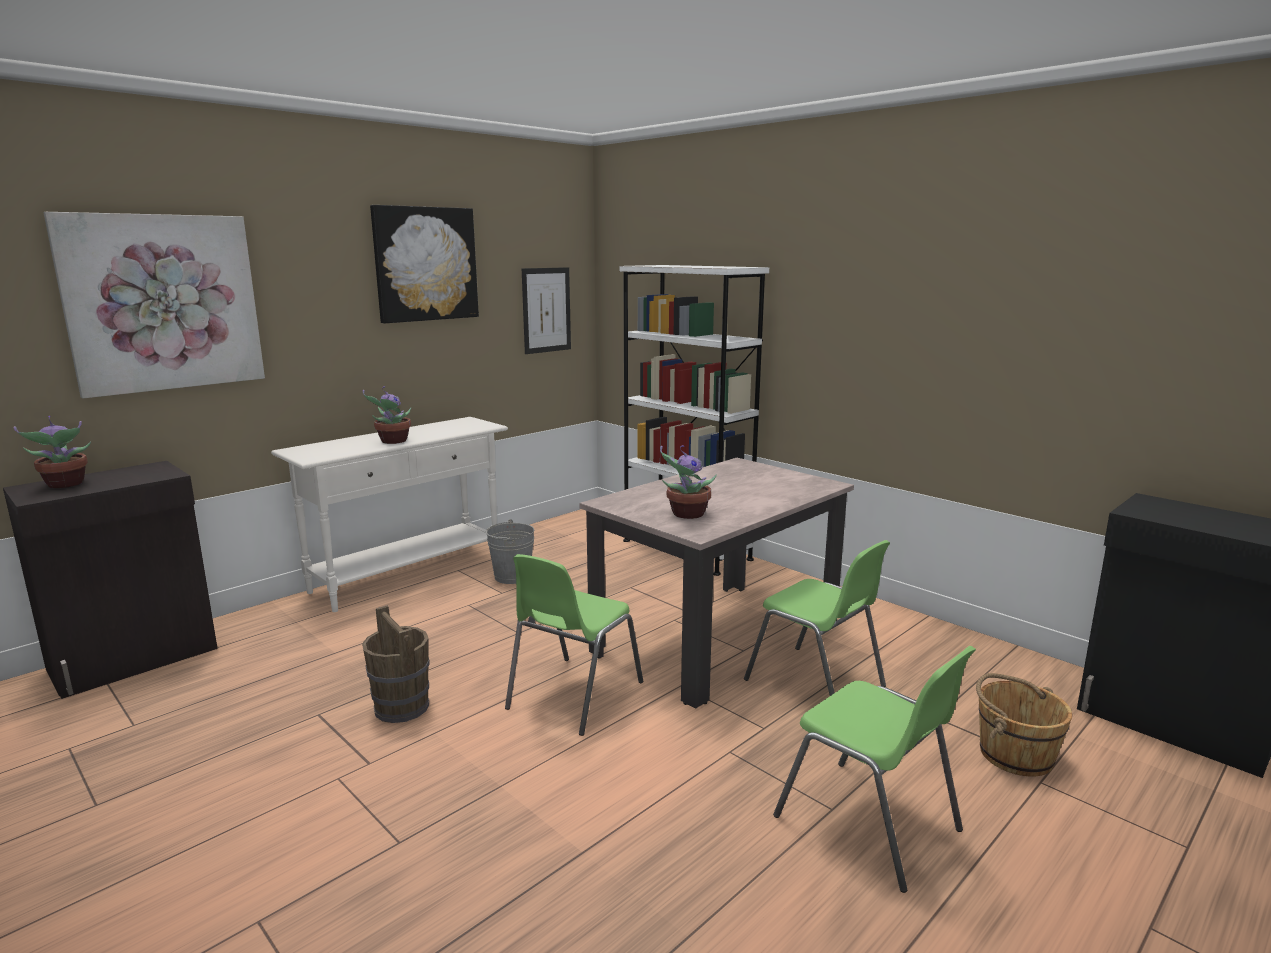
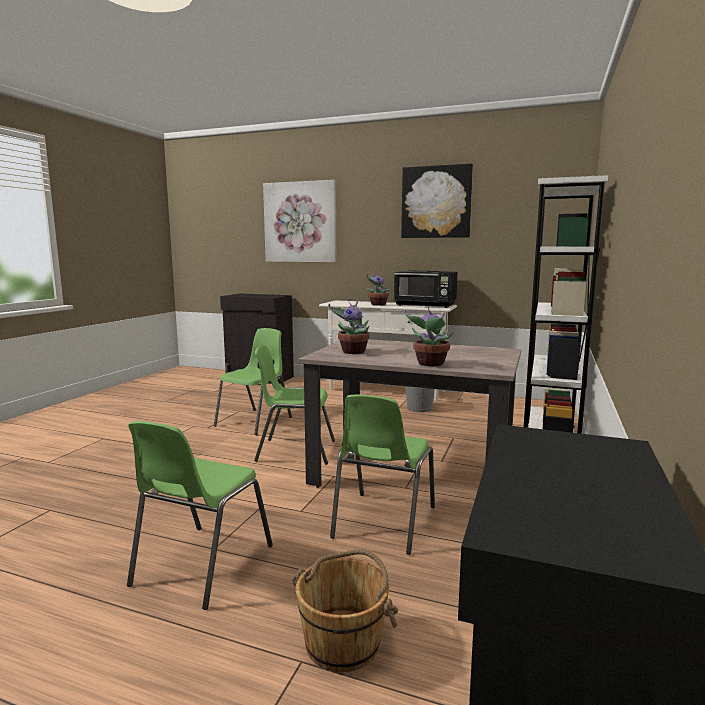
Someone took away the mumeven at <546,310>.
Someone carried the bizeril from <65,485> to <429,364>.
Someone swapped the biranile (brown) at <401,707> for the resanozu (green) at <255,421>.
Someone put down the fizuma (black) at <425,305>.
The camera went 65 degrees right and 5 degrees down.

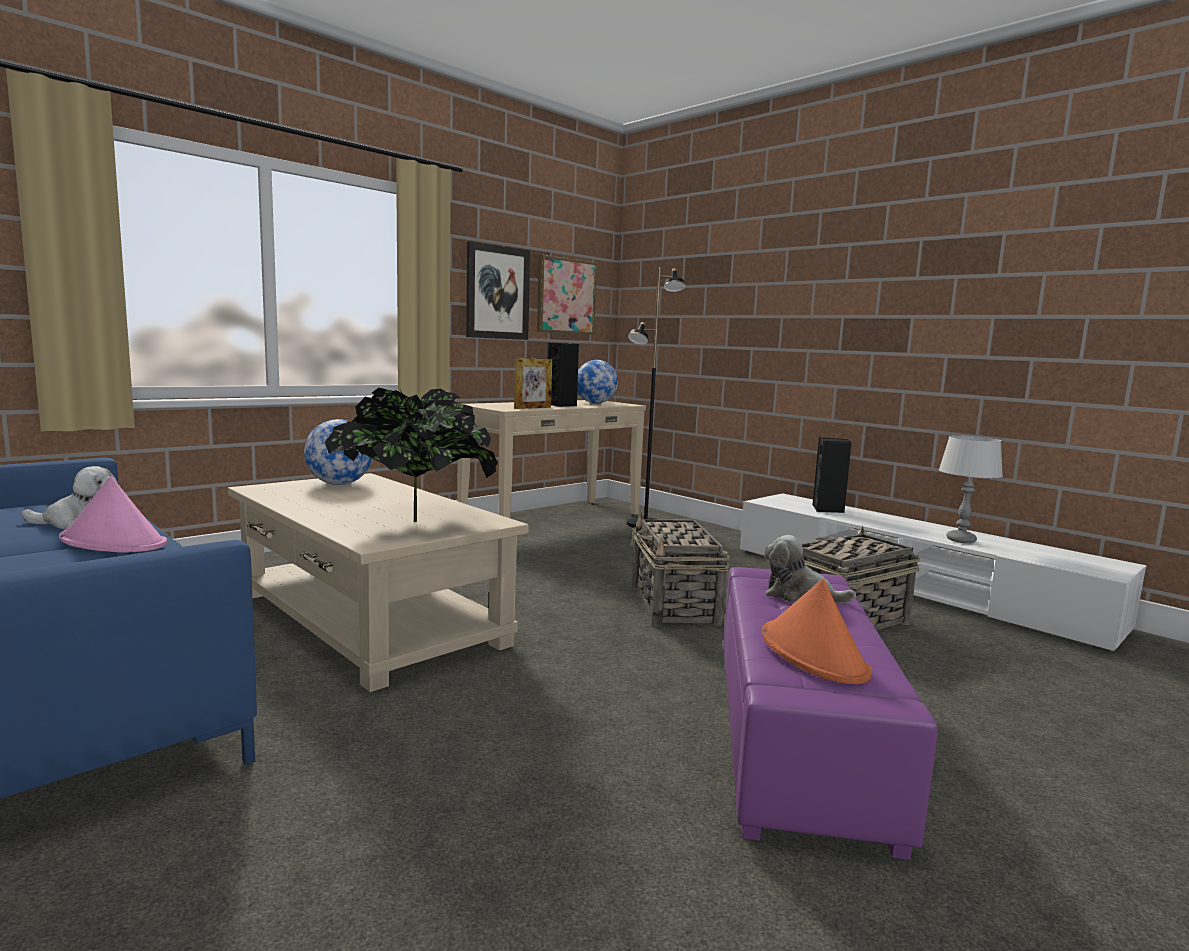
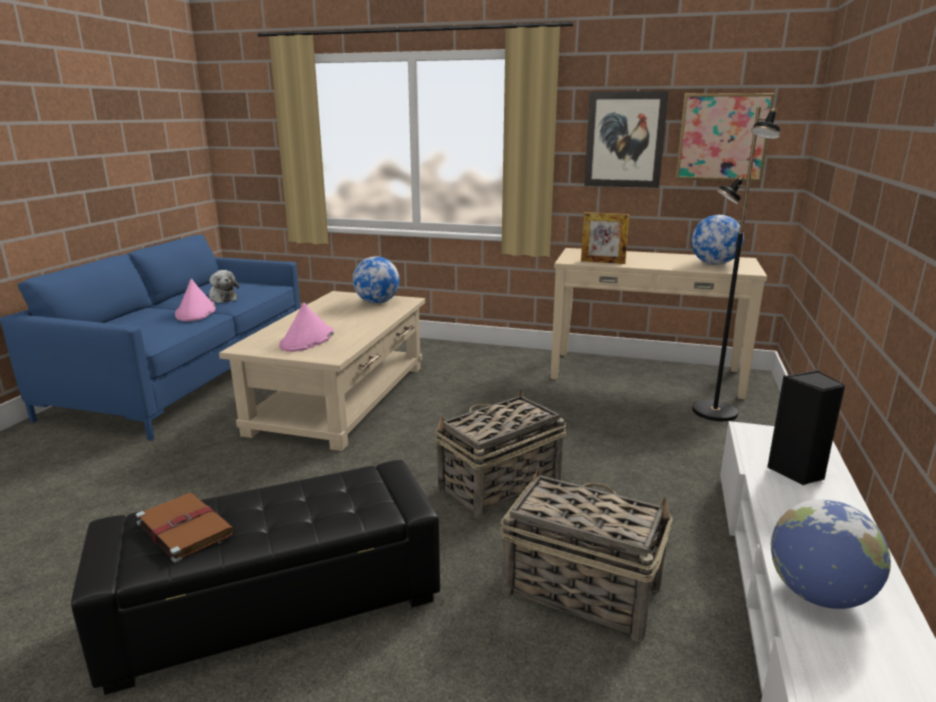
Someone took away the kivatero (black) at <562,405>.
Someone swapped the bizeril at <414,520> for the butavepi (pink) at <307,340>.
Someone swapped the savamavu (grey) at <960,540> for the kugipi at <818,595>.
Someone took away the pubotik at <800,595>.
Someone repainted the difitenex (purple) at <798,735>, which became the difitenex (black) at <276,605>.
Someone swapped the butavepi (orange) at <813,653> for the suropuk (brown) at <184,528>.
The camera went 60 degrees right and 10 degrees up.

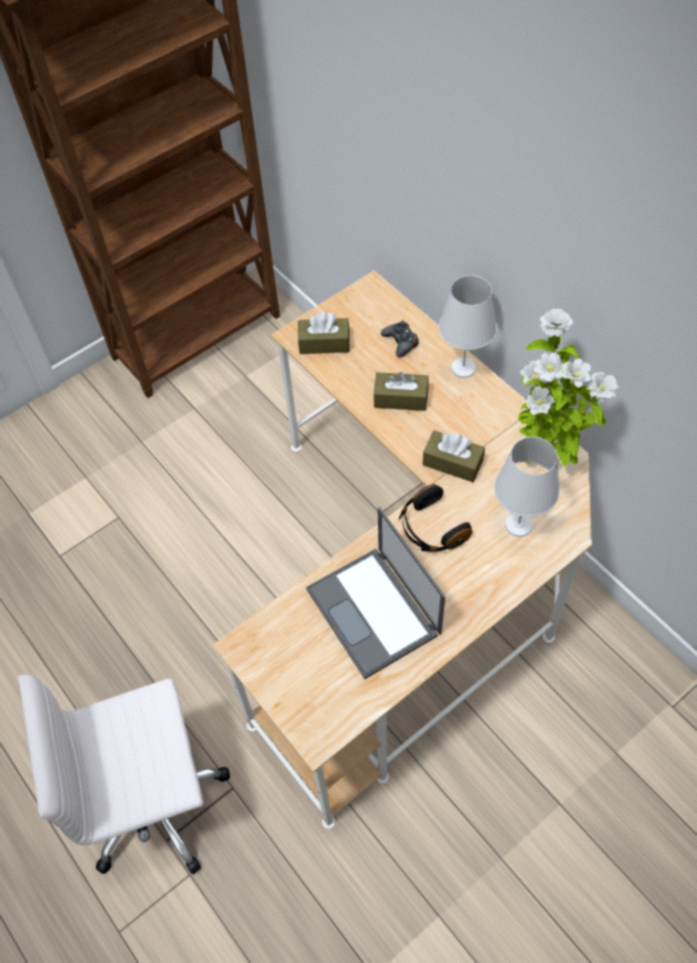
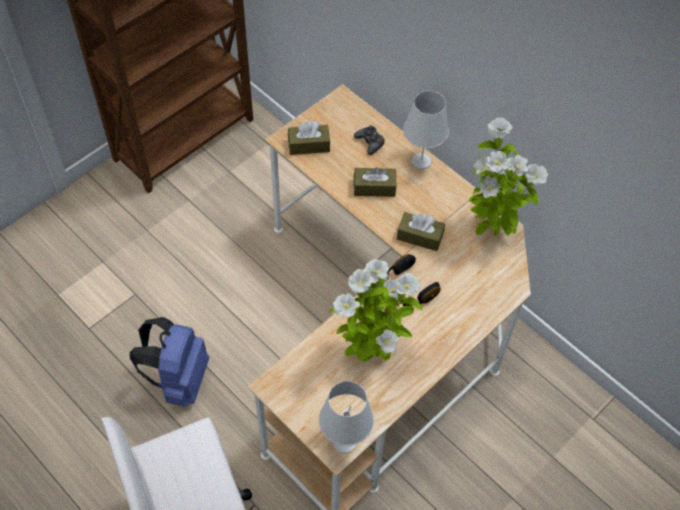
Someone carried the savamavu (white) from <519,524> to <345,442>.
Someone swapped the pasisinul at <374,612> for the bizeril at <371,354>.
Someone put down the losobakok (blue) at <178,379>.
The camera went 10 degrees left and 0 degrees up.

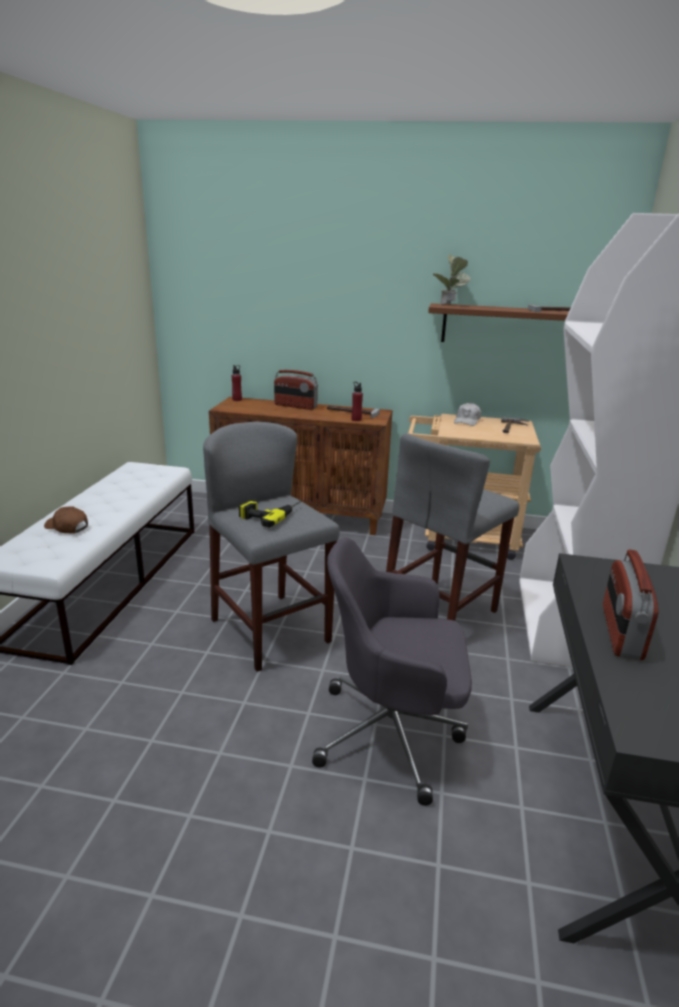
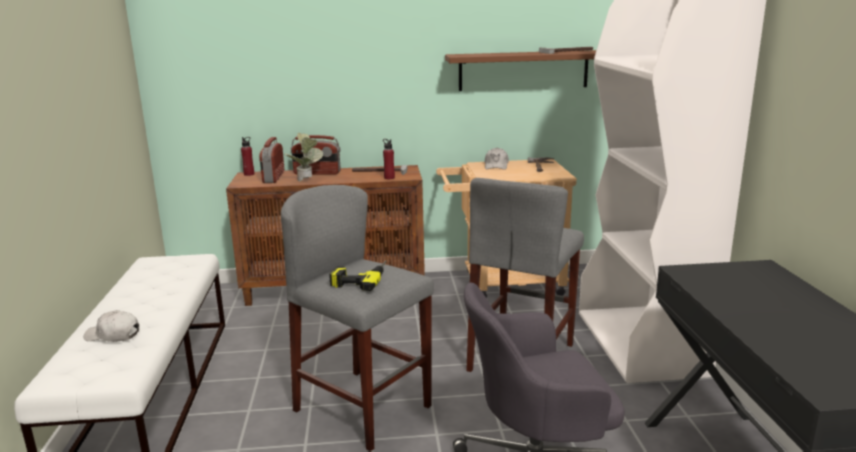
Someone carried the bizeril from <449,305> to <307,181>.
Someone repainted the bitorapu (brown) at <67,527>, which became the bitorapu (white) at <113,335>.
Someone carried the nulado from <620,632> to <273,177>.
The camera went 15 degrees left and 5 degrees down.

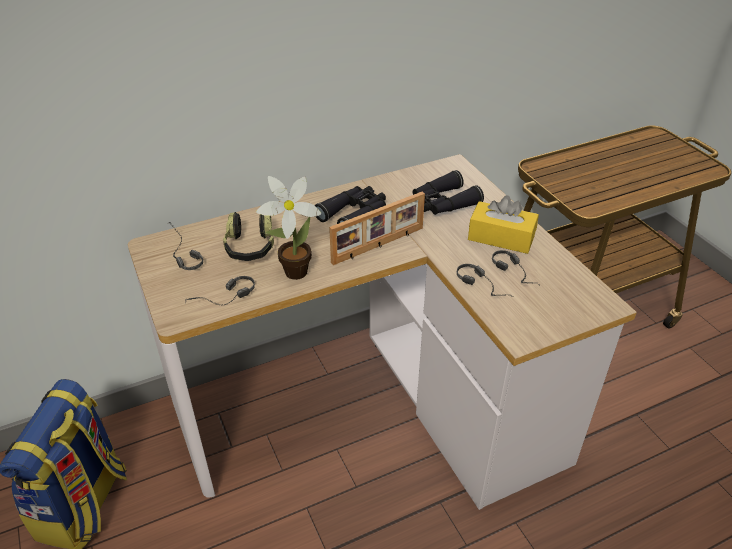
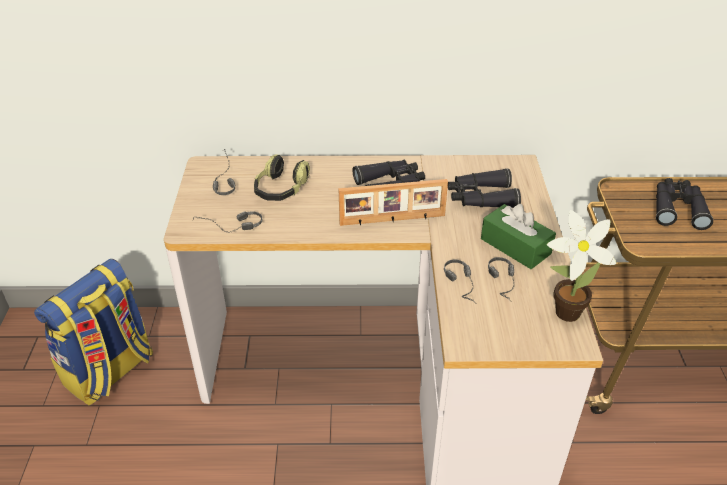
Someone carried the bizeril from <292,273> to <562,312>.
Someone repainted the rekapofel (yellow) at <501,237>, which became the rekapofel (green) at <515,246>.
Someone put down the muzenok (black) at <678,208>.
The camera went 25 degrees right and 0 degrees up.

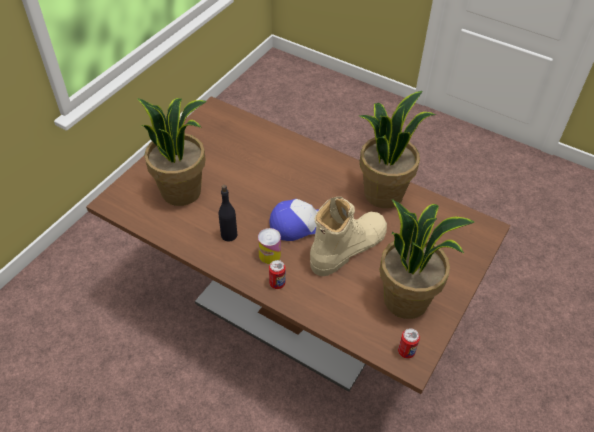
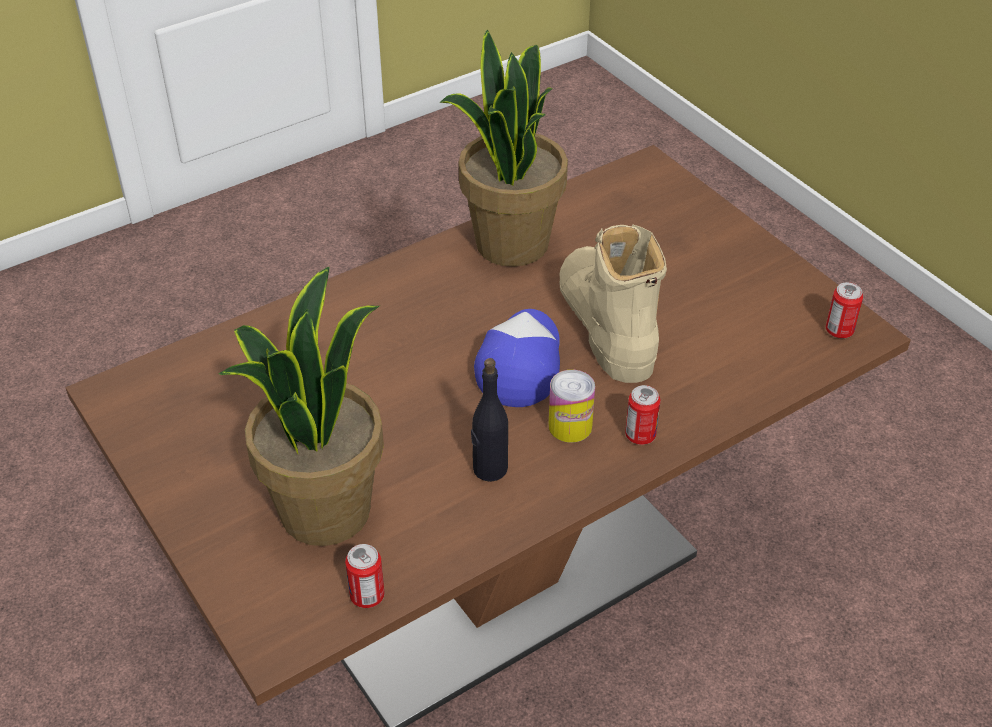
Someone took away the bizeril at <406,299>.
Someone put down the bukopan at <367,596>.
The camera went 65 degrees left and 5 degrees down.

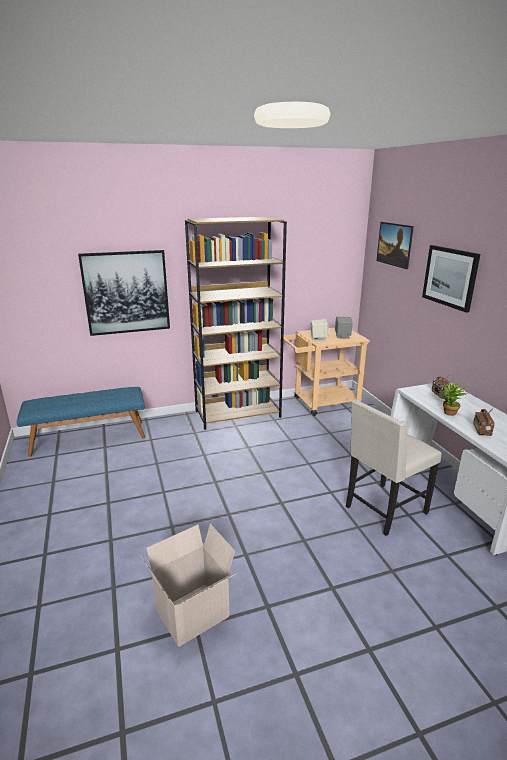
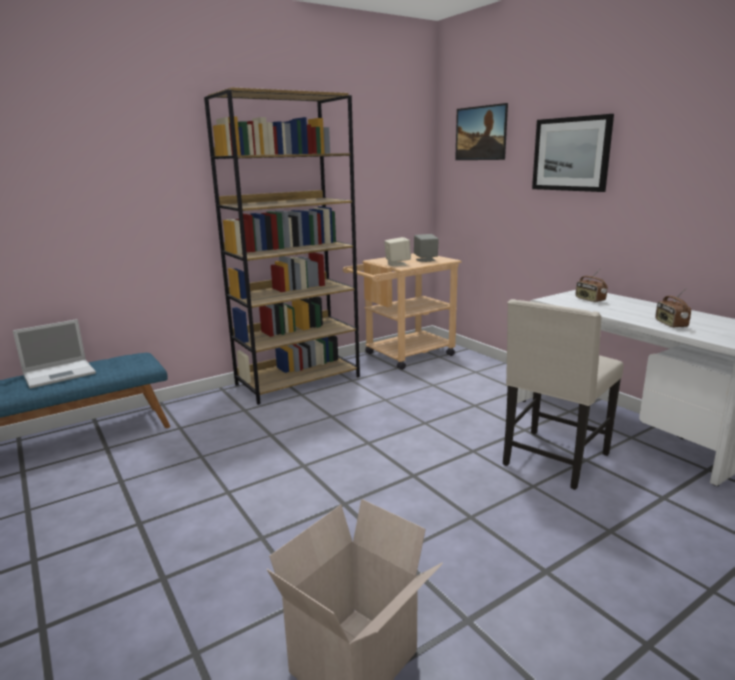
Someone took away the mumeven at <126,292>.
Someone took away the bizeril at <449,414>.
Someone put down the pasisinul at <61,373>.
The camera went 15 degrees left and 5 degrees down.

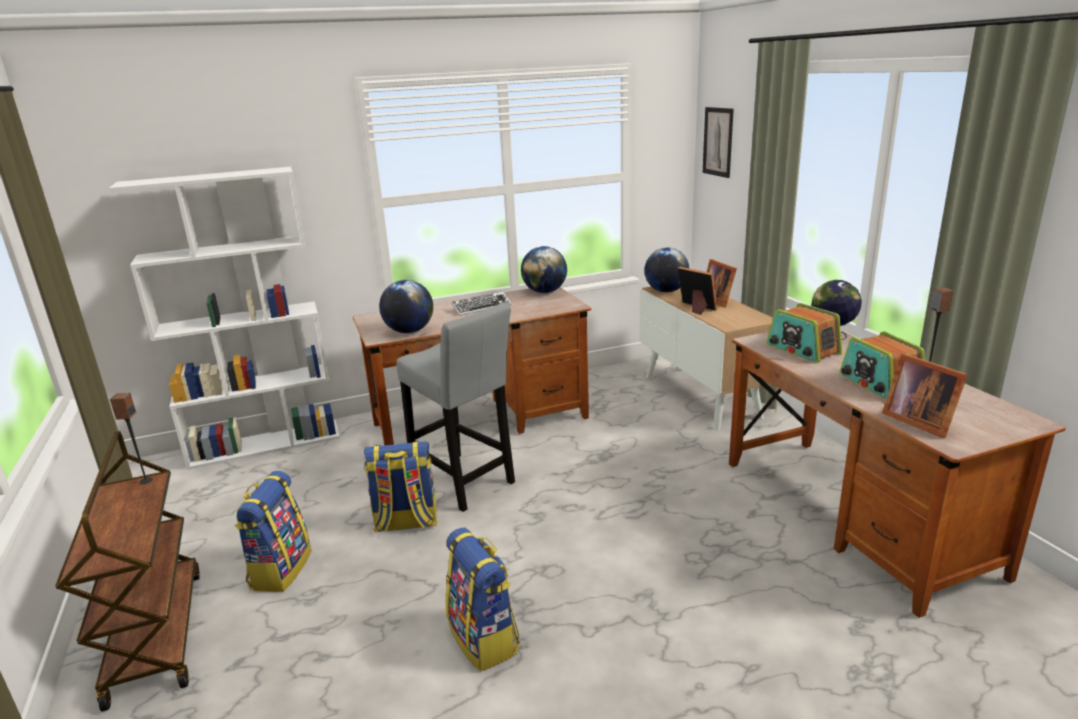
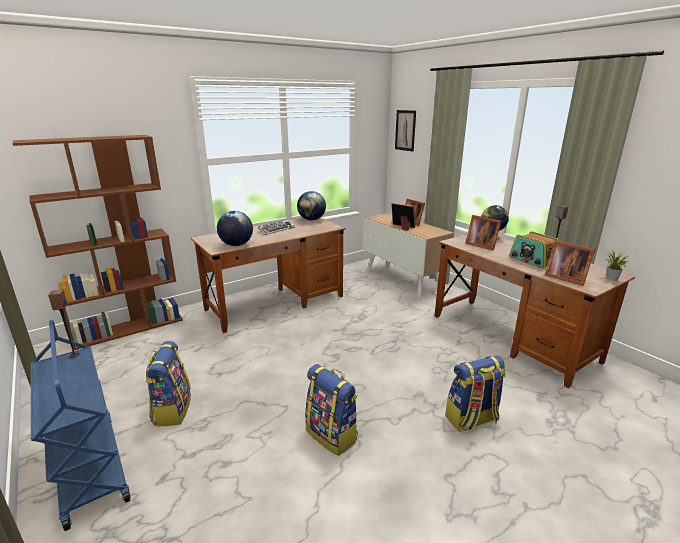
Someone repainted the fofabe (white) at <266,443>, which became the fofabe (brown) at <129,328>.
Someone took away the kugipi at <666,291>.
Someone took away the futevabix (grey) at <465,483>.
Someone swapped the nulado at <802,350> for the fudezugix at <480,245>.
Someone repainted the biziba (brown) at <155,634>, which became the biziba (blue) at <89,467>.
Someone carried the losobakok from <406,523> to <472,419>.
Someone put down the bizeril at <611,279>.
The camera went 15 degrees left and 0 degrees up.

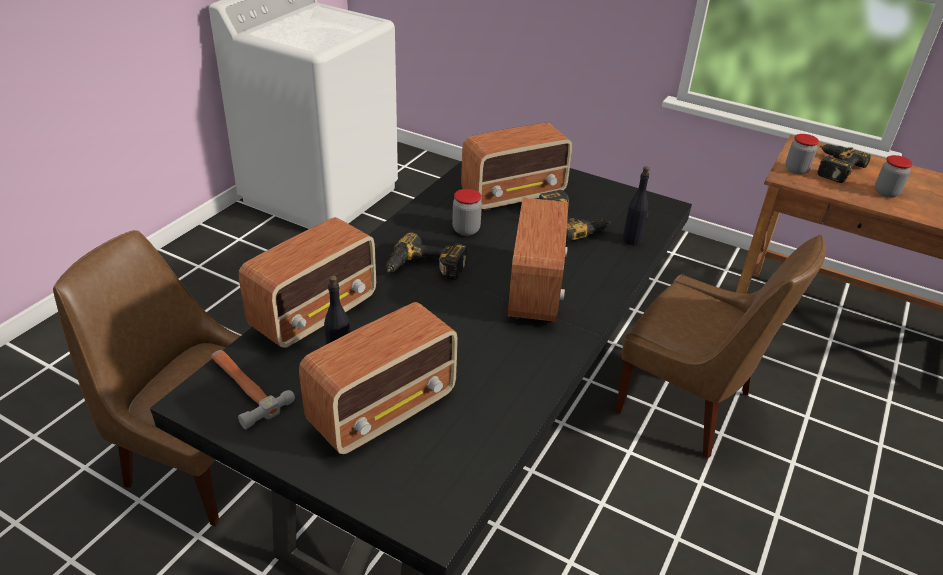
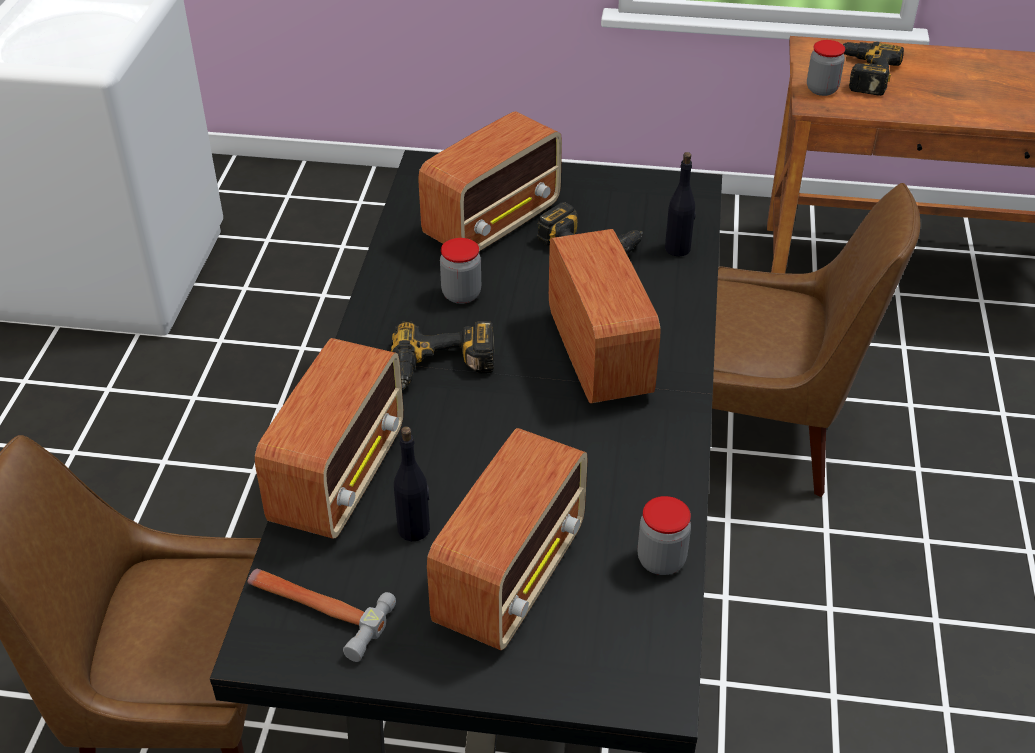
Someone carried the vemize from <886,192> to <661,560>.
The camera went 20 degrees left and 5 degrees up.

